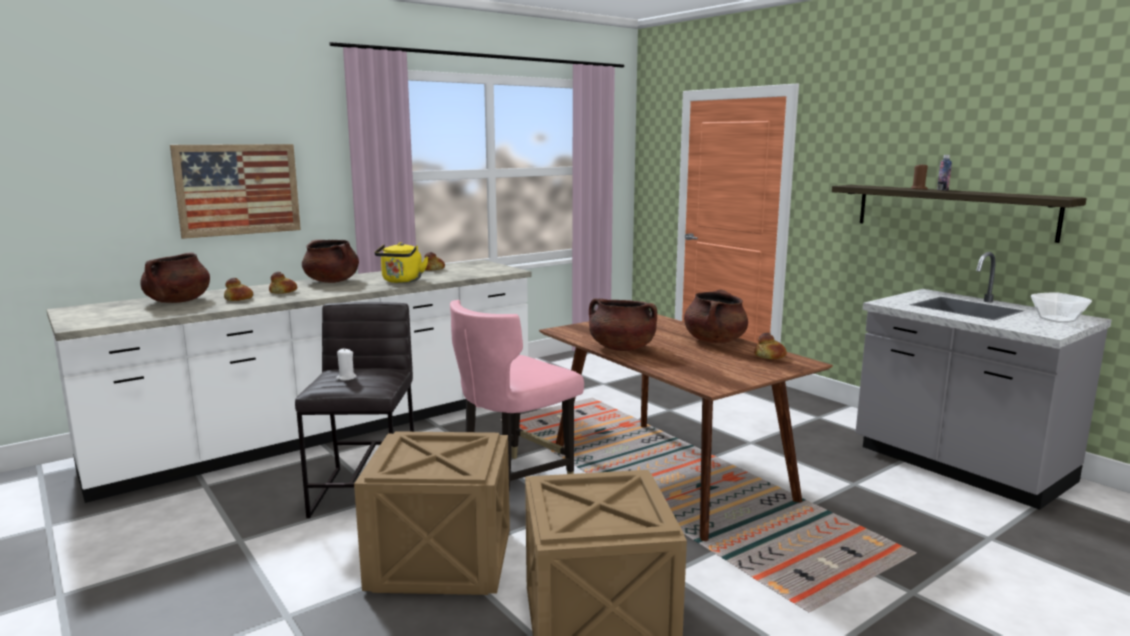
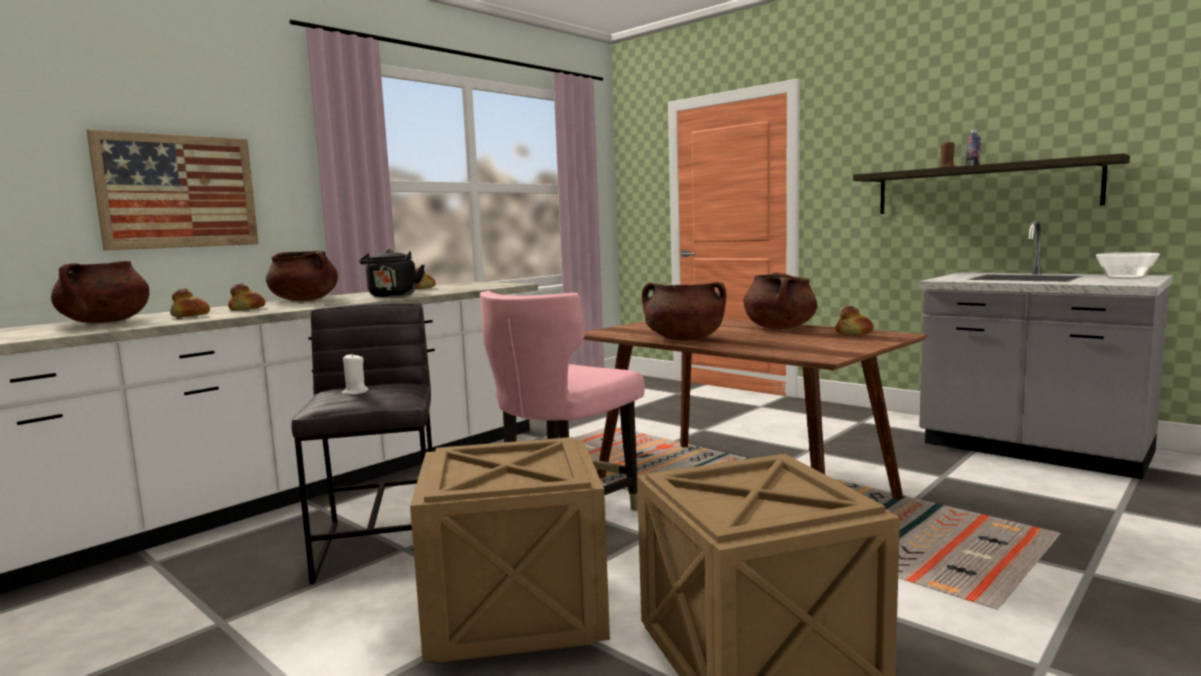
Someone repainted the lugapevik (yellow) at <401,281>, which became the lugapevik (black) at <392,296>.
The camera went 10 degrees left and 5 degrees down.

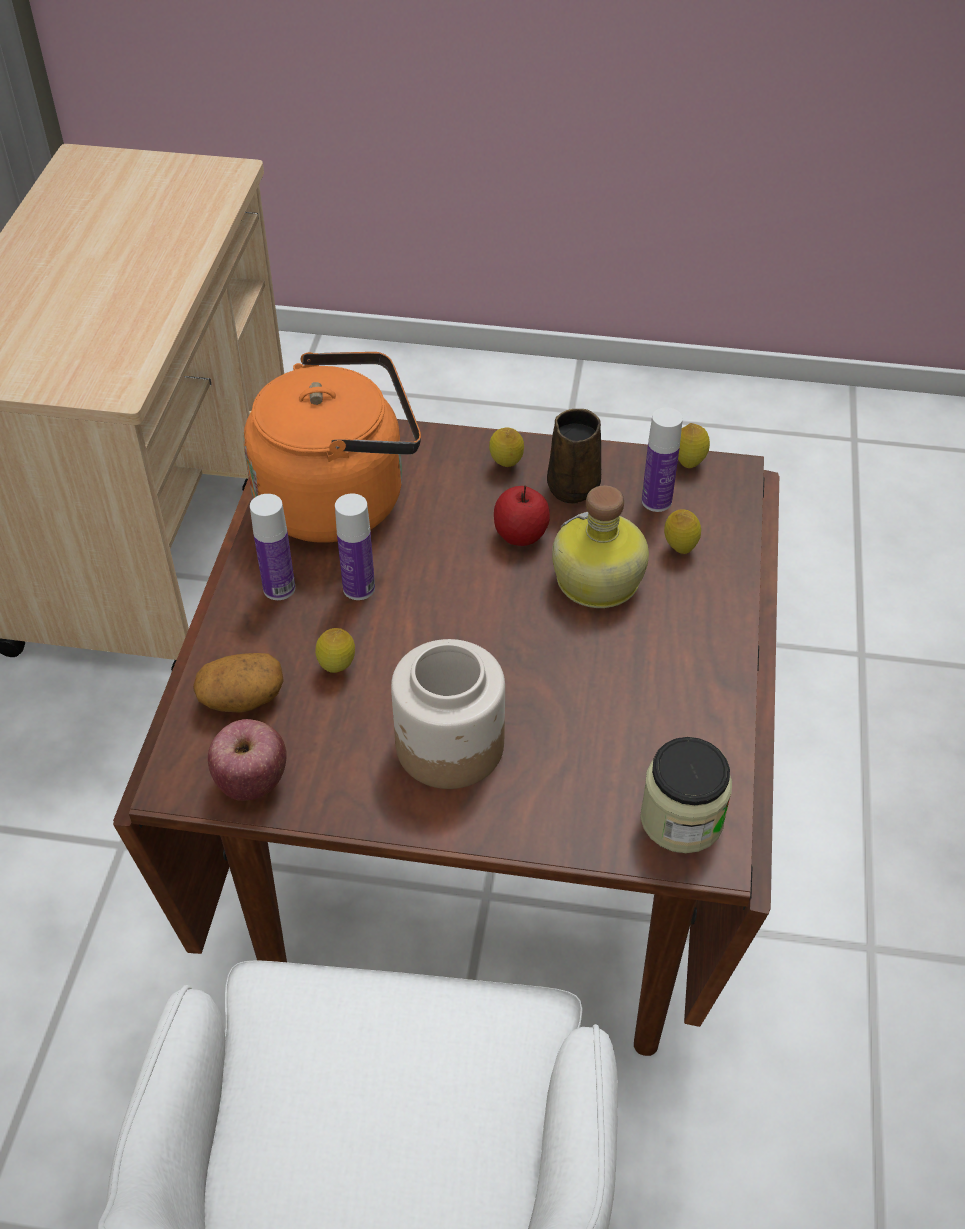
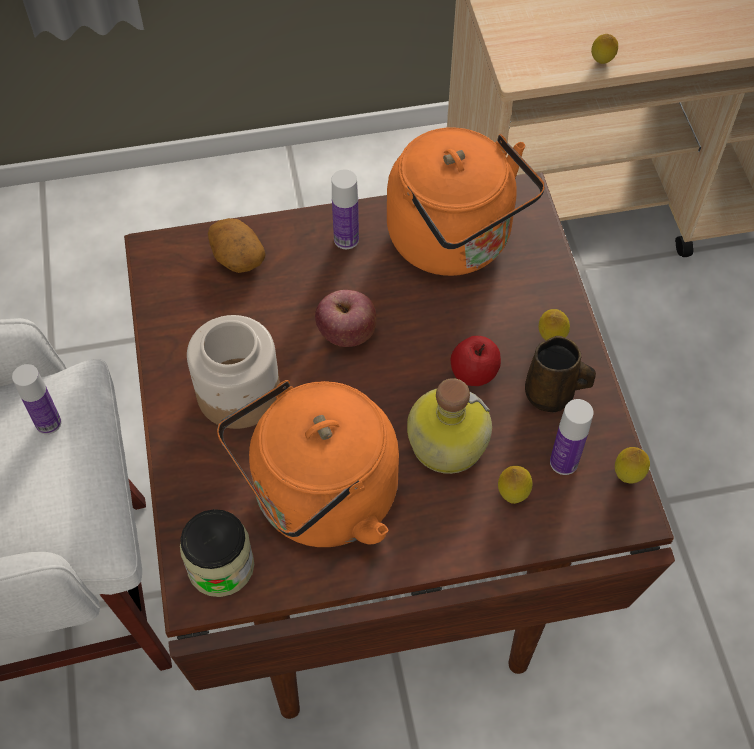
Someone carried the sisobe from <359,588> to <48,423>.
Someone carried the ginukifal from <337,668> to <601,62>.
Someone carried the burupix from <252,782> to <347,334>.
Someone put down the lugapevik (orange) at <319,500>.
The camera went 70 degrees right and 10 degrees up.

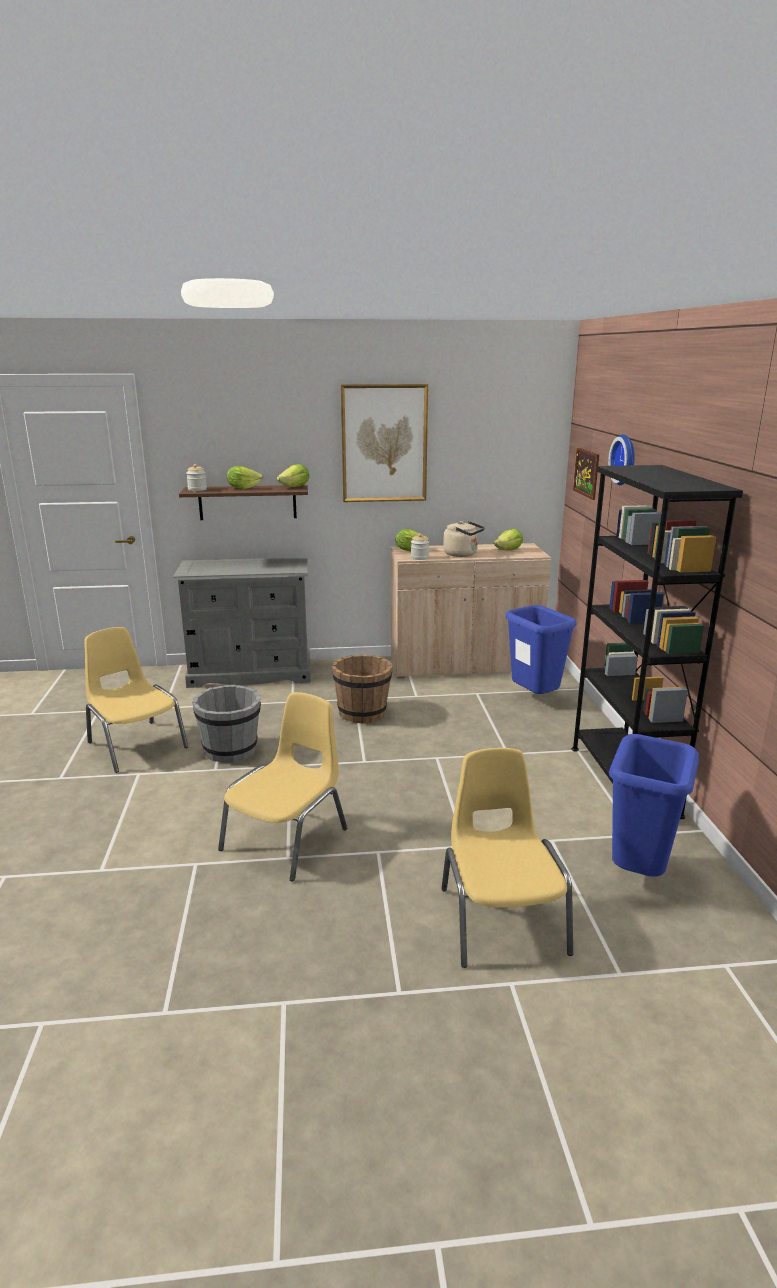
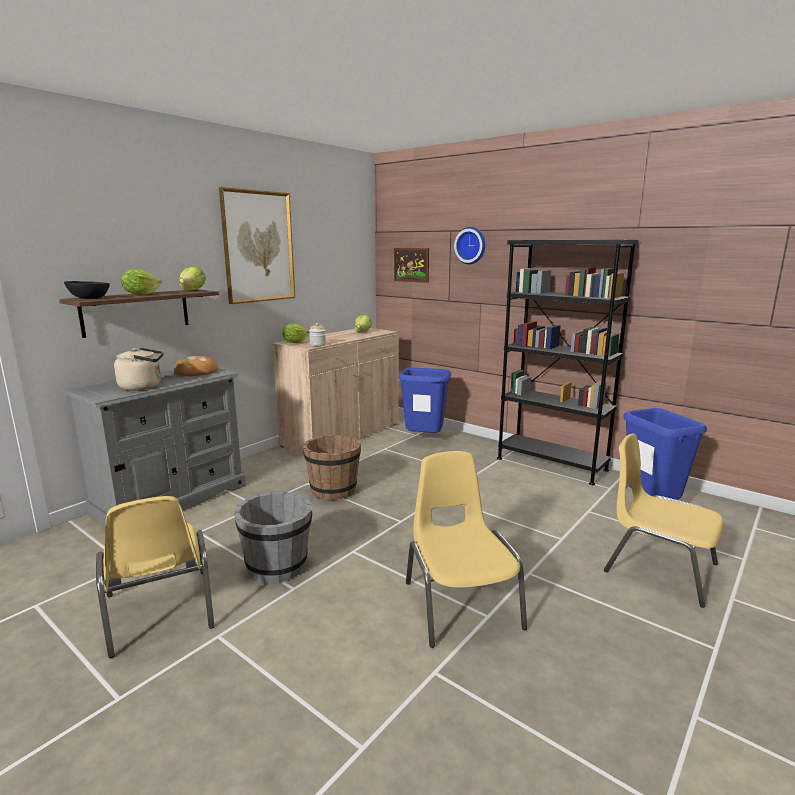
Someone swapped the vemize at <197,489> for the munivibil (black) at <89,298>.
Someone carried the lugapevik (beige) from <462,554> to <143,387>.
Someone rotated the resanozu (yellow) at <136,745> by 120 degrees counterclockwise.
Someone put down the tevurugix at <196,372>.
The camera went 45 degrees left and 5 degrees down.

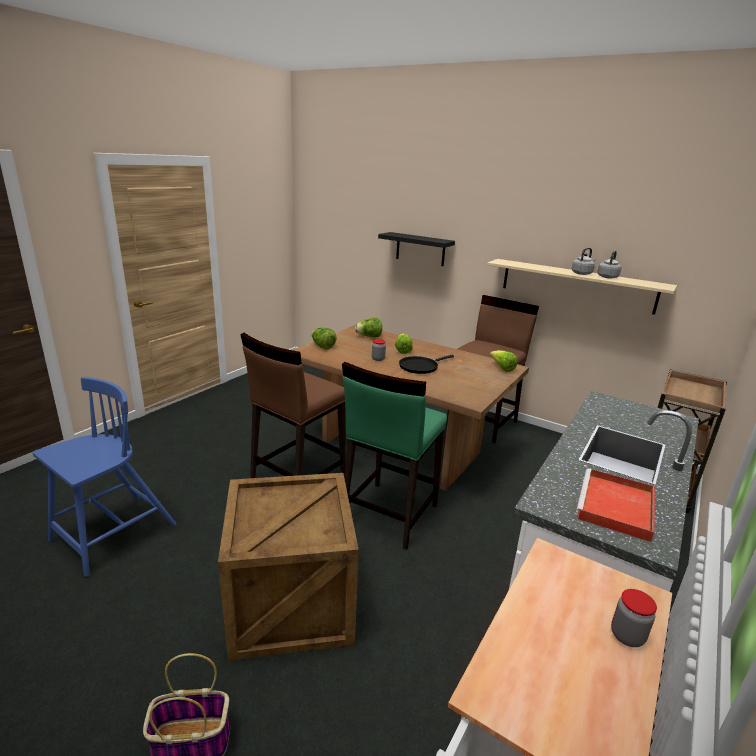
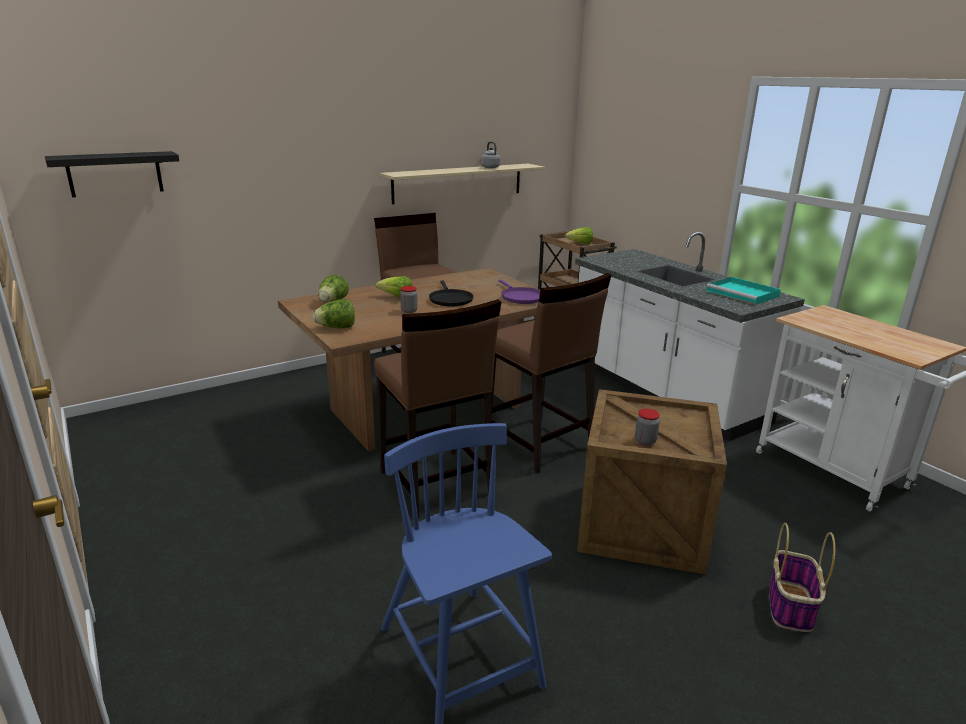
Someone carried the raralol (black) from <420,249> to <115,174>.
Someone took away the lugapevik (grey) at <582,273>.
Someone carried the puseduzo from <502,368> to <580,244>.
Someone repainted the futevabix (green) at <388,514>, which became the futevabix (brown) at <538,444>.
Someone repainted the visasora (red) at <616,508>, which became the visasora (turquoise) at <743,294>.
Someone carried the vemize from <627,636> to <645,441>.
Someone put down the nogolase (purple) at <521,297>.
The camera went 65 degrees left and 0 degrees up.

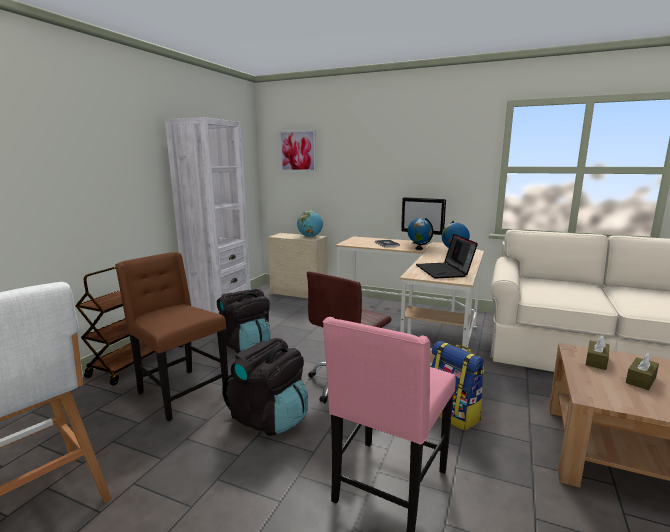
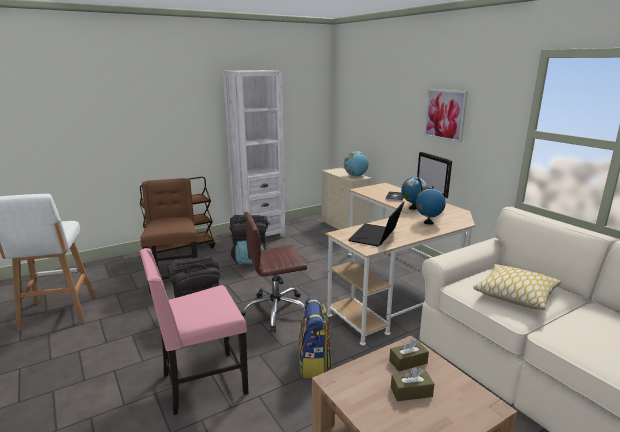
Someone carried the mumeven from <298,151> to <445,114>.
Someone put down the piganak at <515,294>.
The camera went 35 degrees right and 5 degrees up.

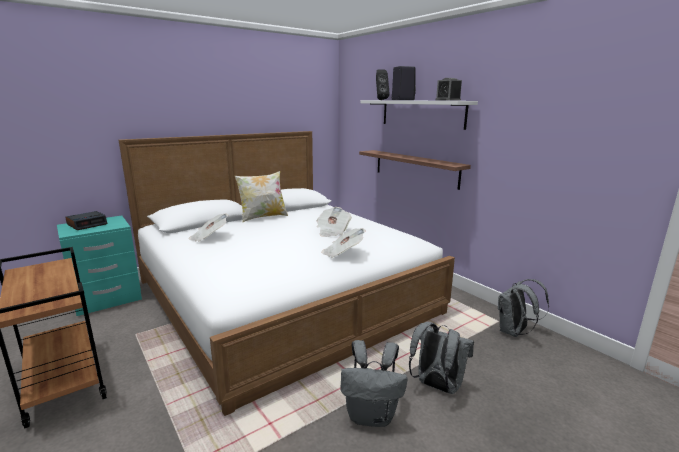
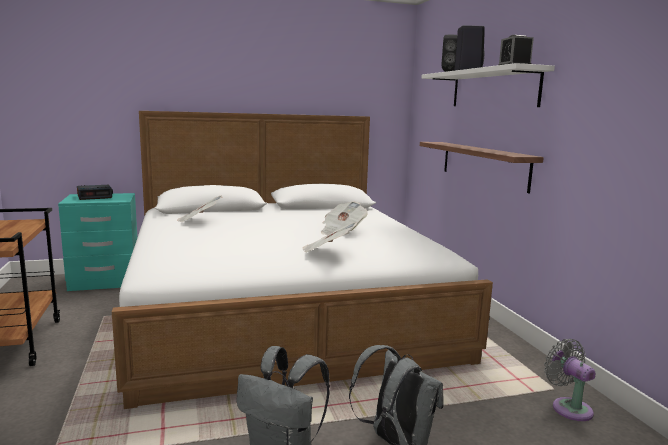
Someone took away the piganak at <263,217>.
Someone swapped the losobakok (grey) at <514,332> for the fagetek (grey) at <568,407>.
The camera went 20 degrees right and 5 degrees down.

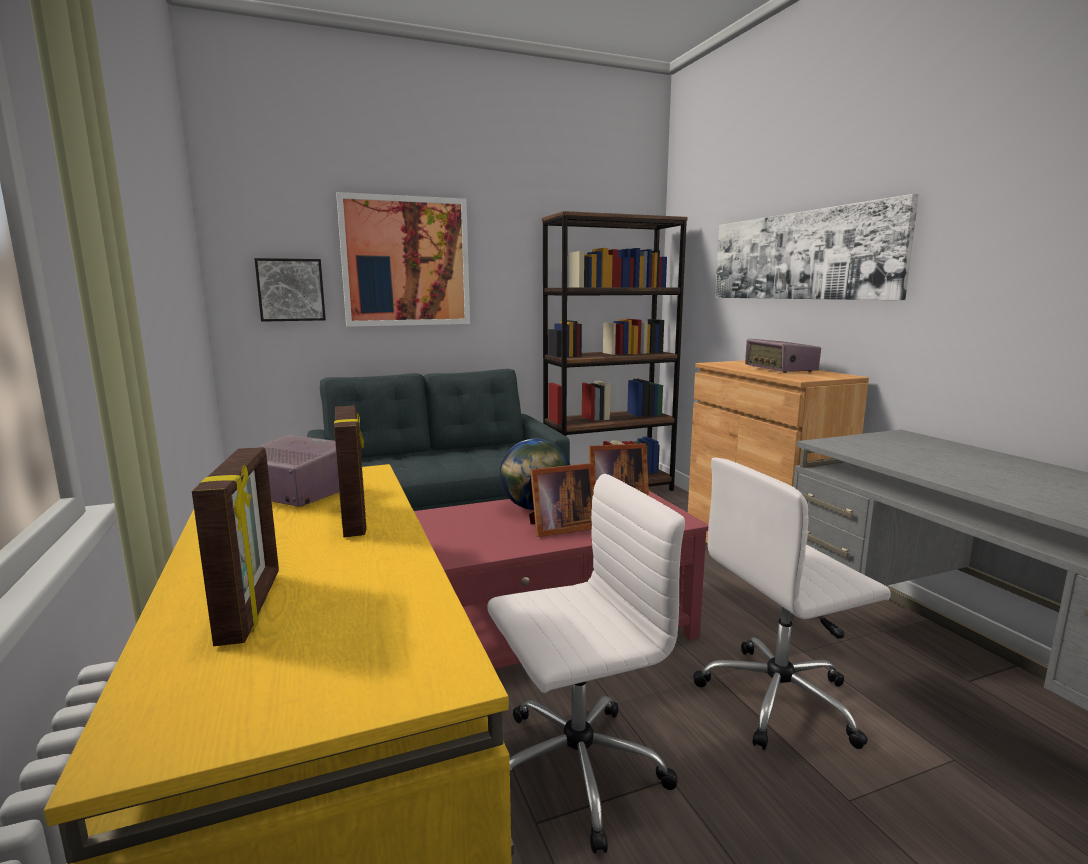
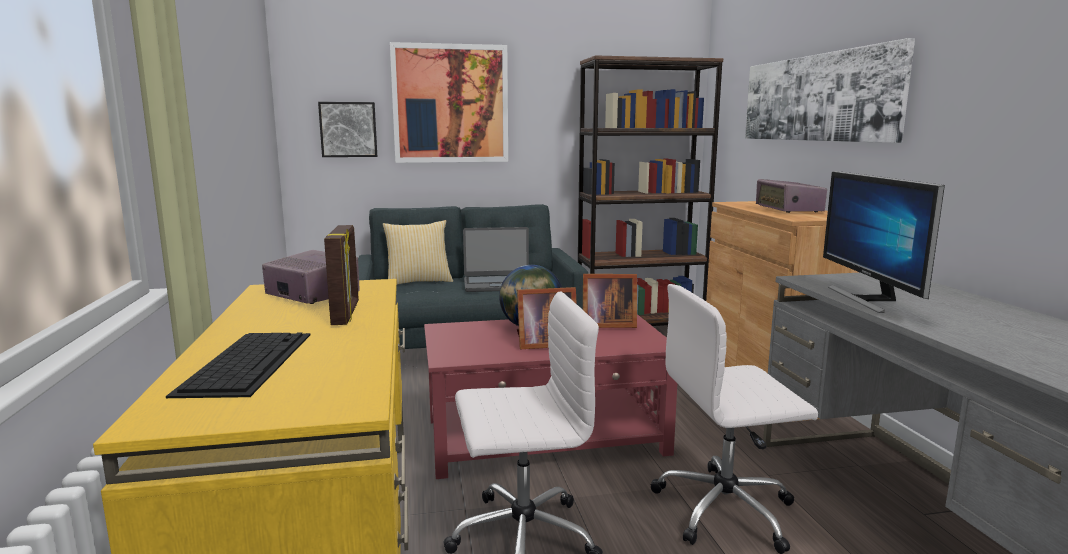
Someone swapped the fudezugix at <252,607> for the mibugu at <247,361>.
Someone put down the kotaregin at <869,299>.
Someone put down the piganak at <418,282>.
Someone put down the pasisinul at <498,285>.
The camera went 10 degrees right and 0 degrees up.

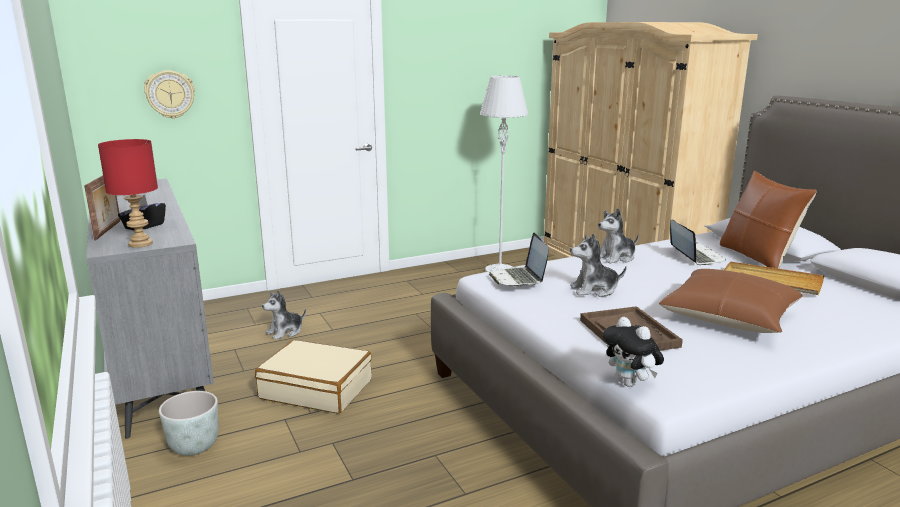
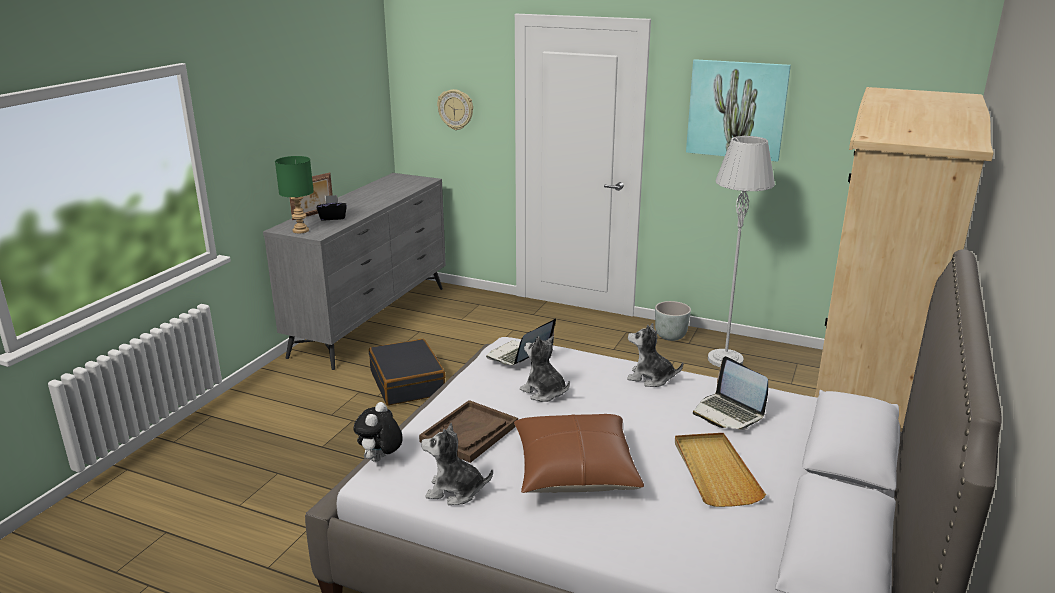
Someone repainted the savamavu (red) at <139,244>, which became the savamavu (green) at <300,230>.
Someone took away the piganak (brown) at <757,258>.
Someone rotated the pasisinul at <694,256> by 105 degrees clockwise.
Someone carried the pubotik from <285,332> to <455,491>.
Someone repainted the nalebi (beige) at <316,389>, which became the nalebi (black) at <407,383>.
Someone carried the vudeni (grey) from <195,446> to <671,336>.
Someone put up the mumeven at <736,109>.
The camera went 50 degrees right and 5 degrees up.

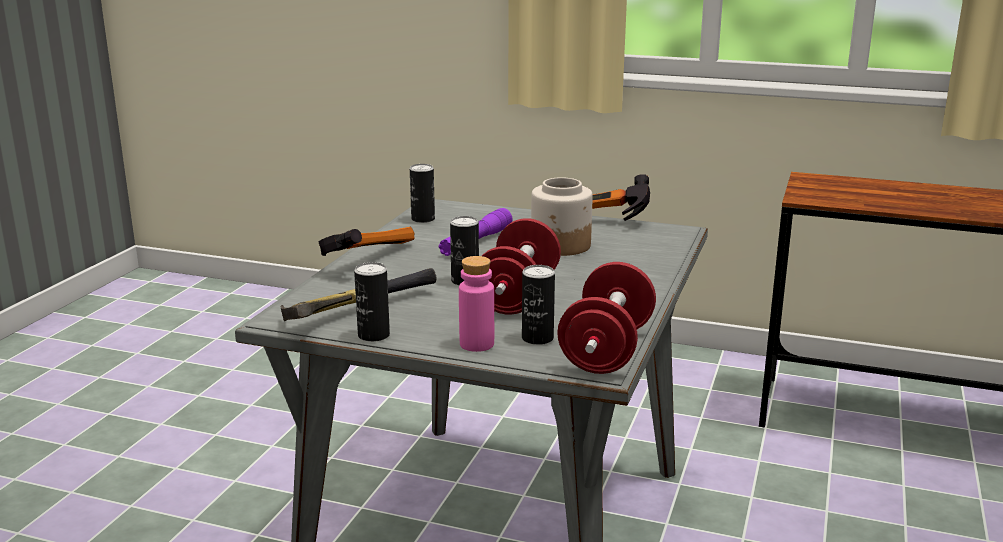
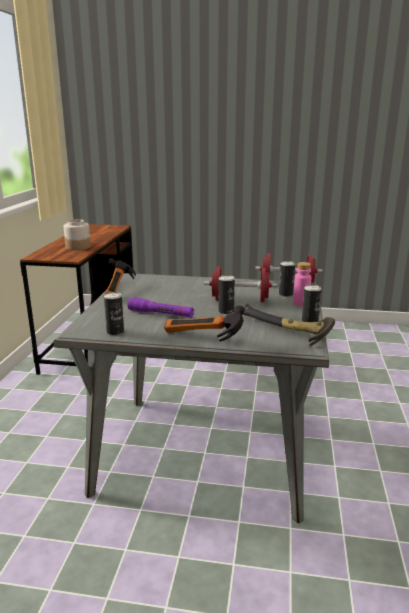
Someone carried the vemize from <561,246> to <78,247>.
The camera went 100 degrees left and 0 degrees up.

